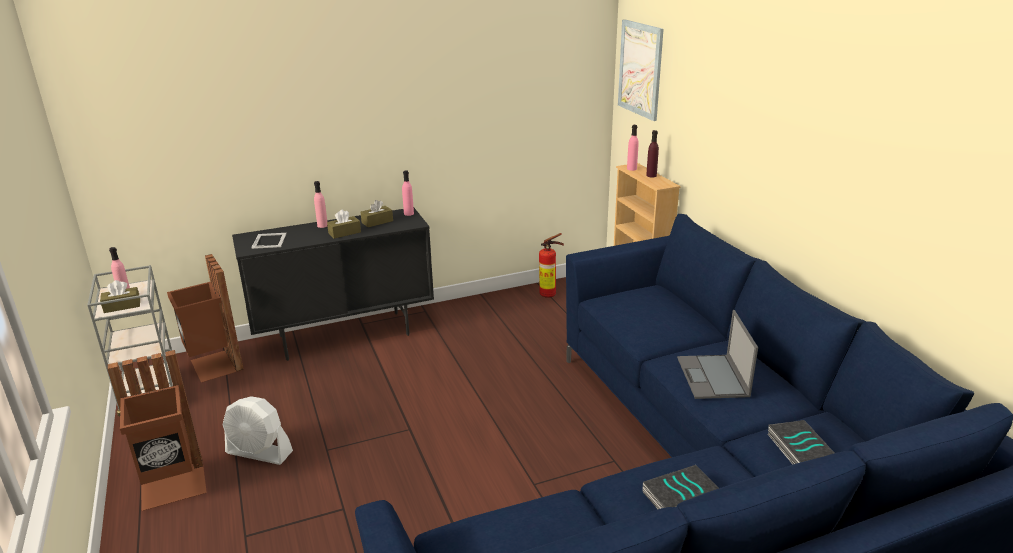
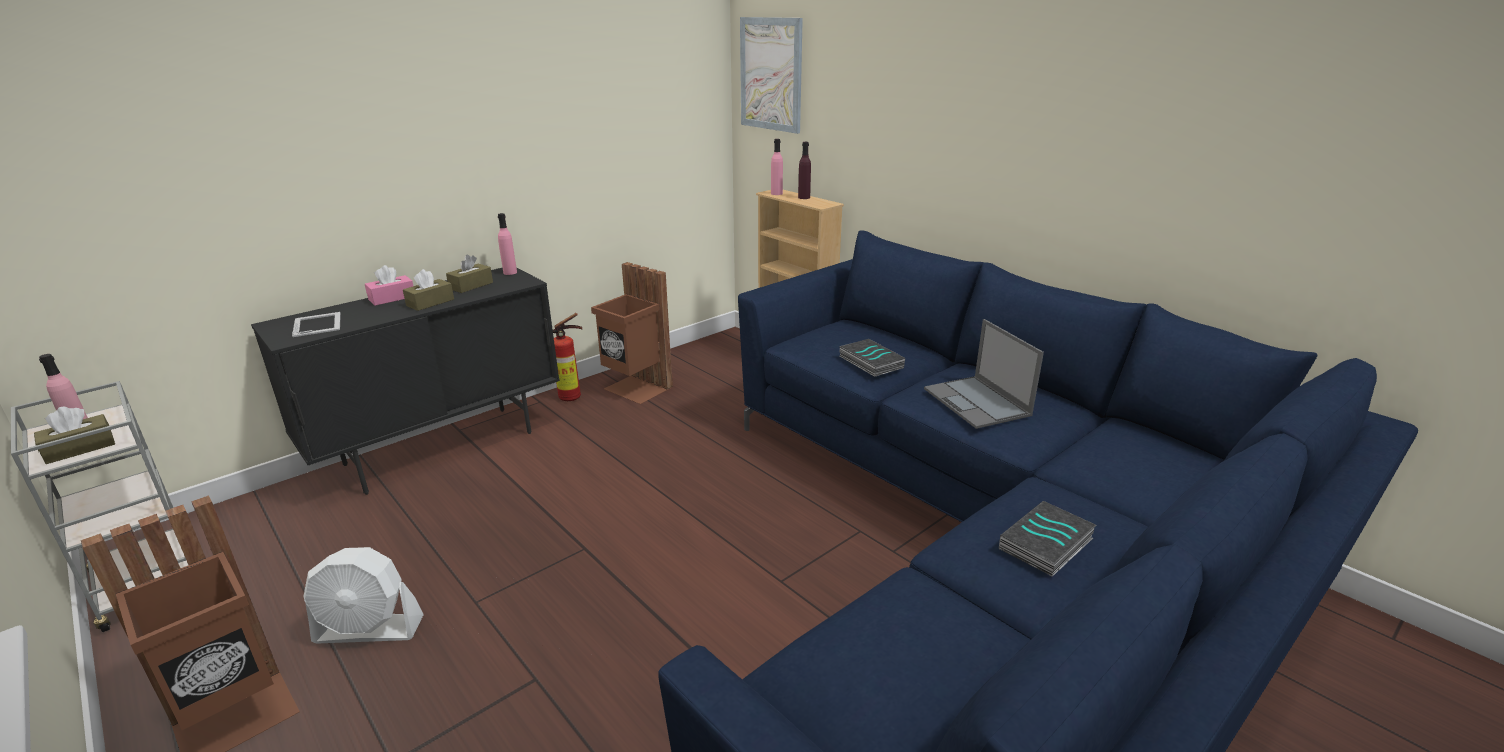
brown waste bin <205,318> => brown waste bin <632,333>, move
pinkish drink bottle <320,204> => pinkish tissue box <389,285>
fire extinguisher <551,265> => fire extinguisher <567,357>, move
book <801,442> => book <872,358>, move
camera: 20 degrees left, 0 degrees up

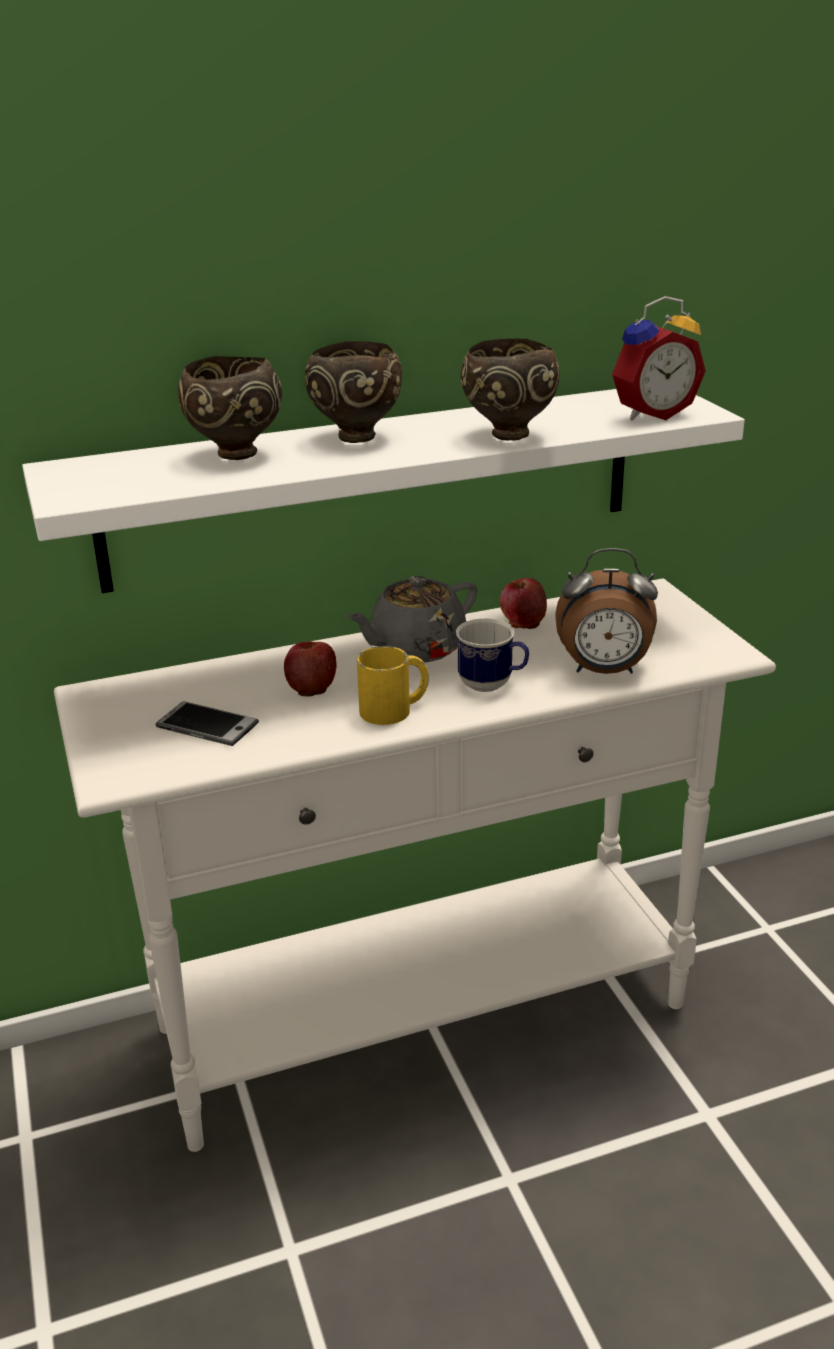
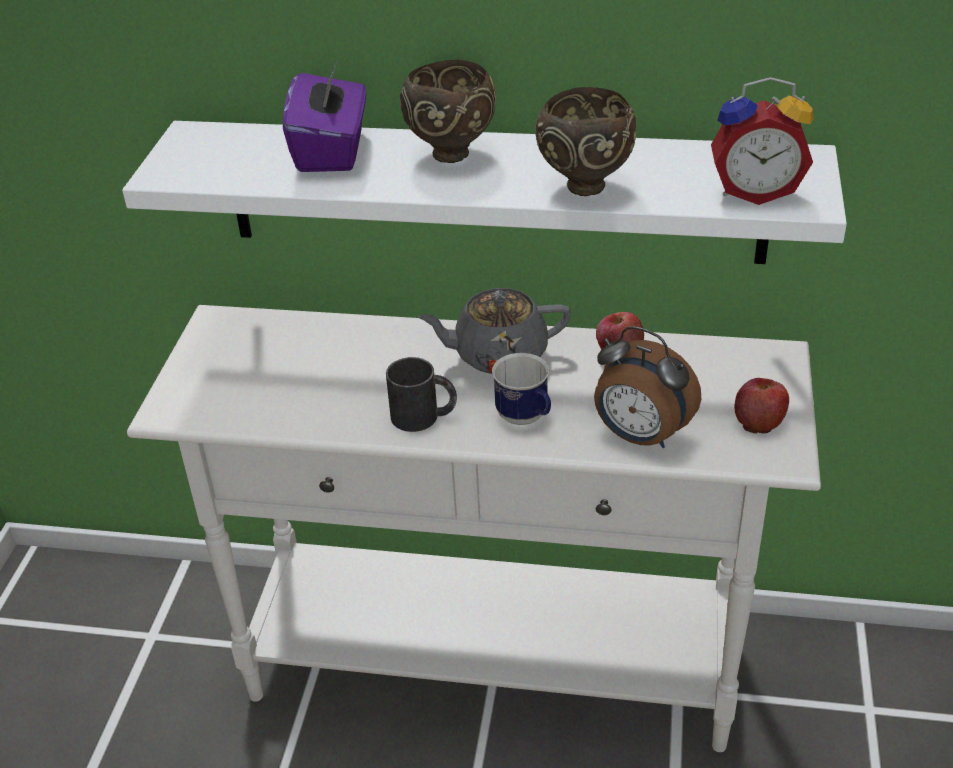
handset <207,723> => nothing
brown deep dish <230,408> => purplish tissue box <324,116>
apple fruit <310,669> => apple fruit <761,405>, move
yellow-coloured tea mug <393,685> => blackish tea mug <421,394>
camera: 30 degrees right, 10 degrees up

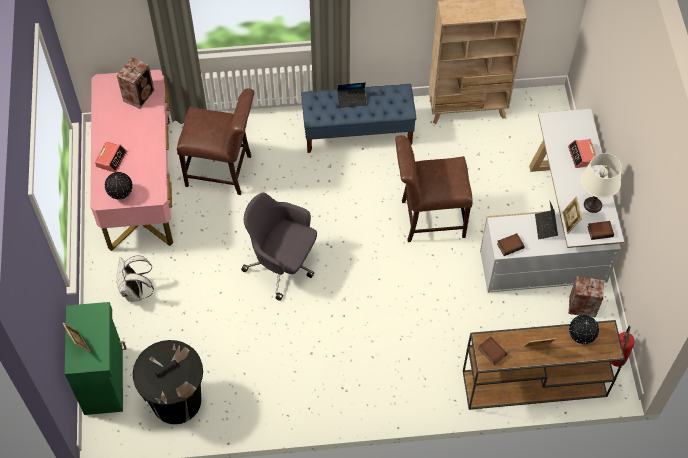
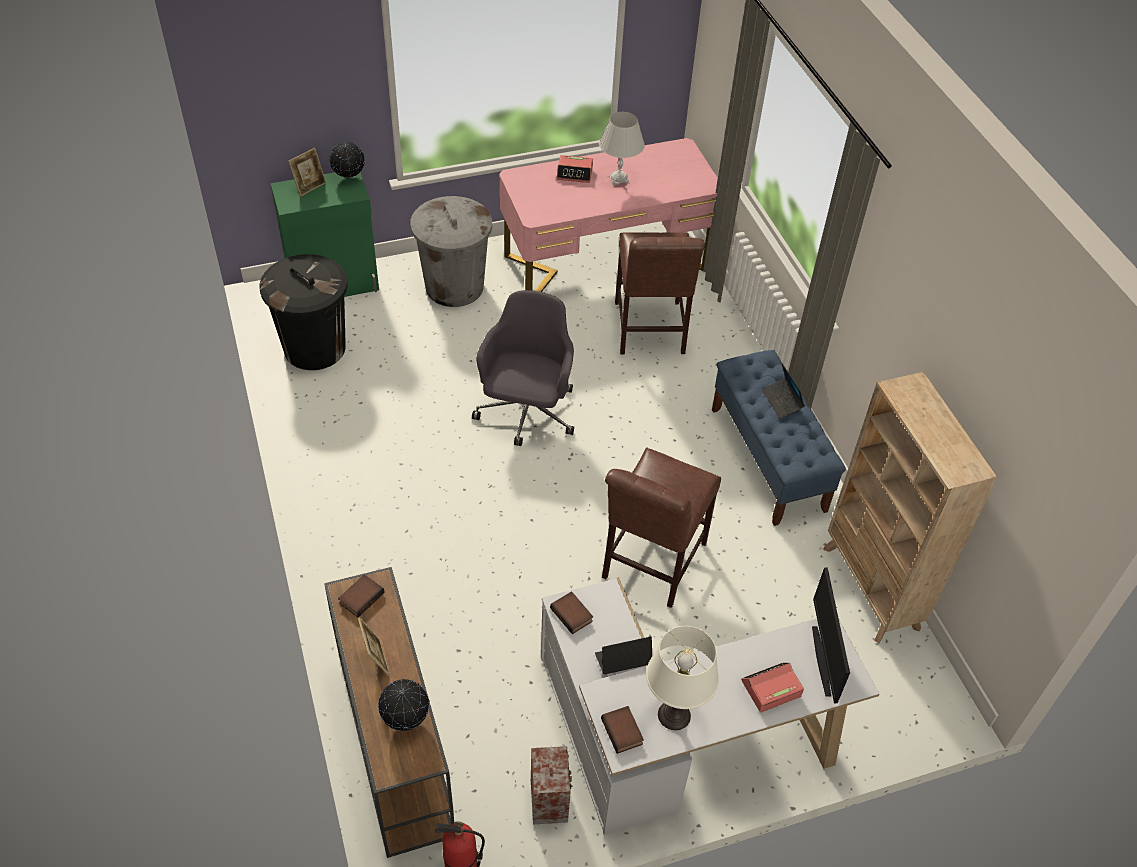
globe <119,185> => globe <347,159>, move
audio speaker <135,83> => nothing
white backpack <135,278> => greyish waste bin <451,251>
brown chair <434,188> => brown chair <661,527>, 135 degrees counterclockwise
standing frame <572,215> => nothing
nothing => white table lamp <622,149>
nothing => computer display <831,635>
camera: 75 degrees right, 10 degrees down

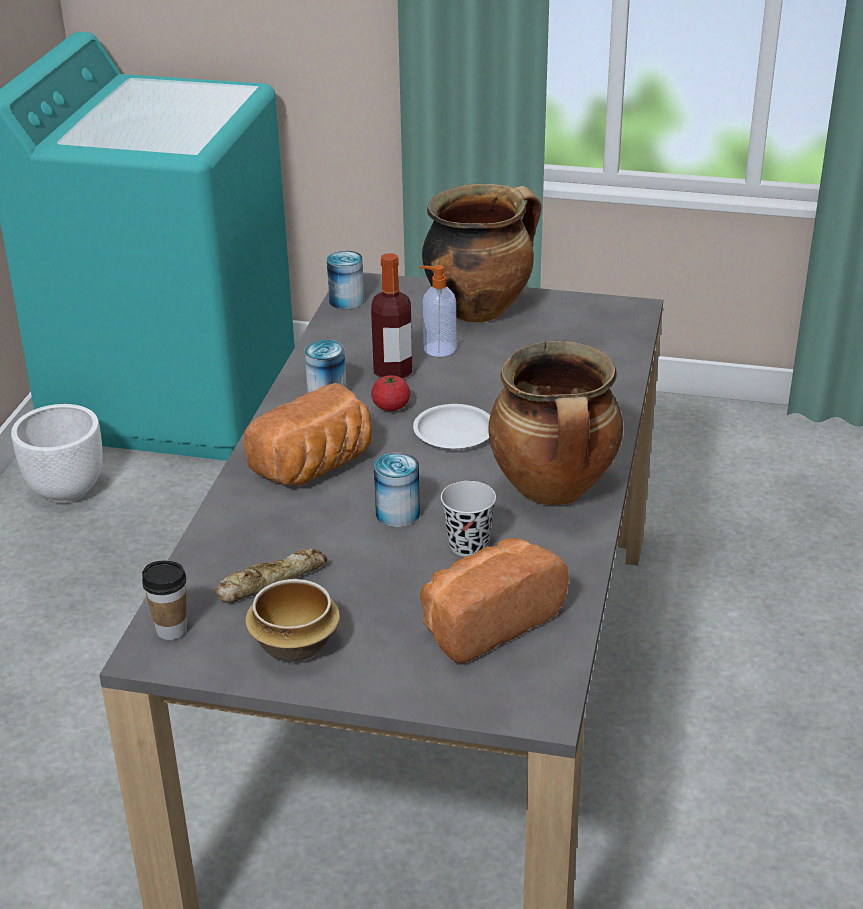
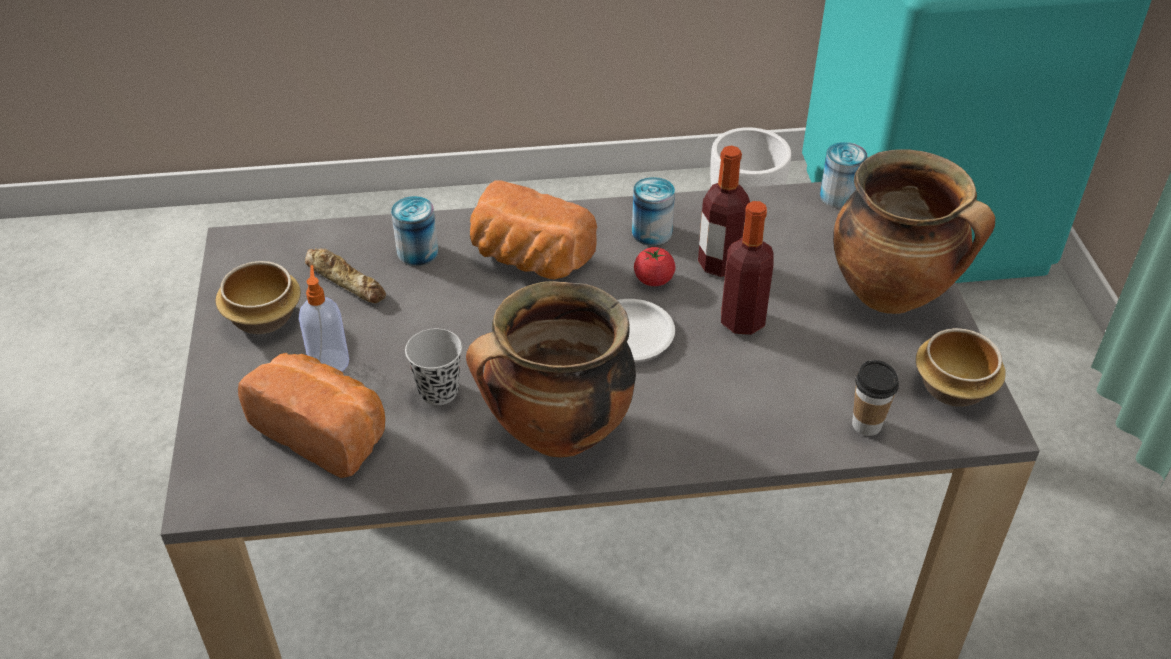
cup <164,600> => cup <875,398>, move
sealed can <397,490> => sealed can <414,231>, move
soap bottle <437,311> => soap bottle <324,318>, move
nothing => drink bottle <747,268>
nothing => deep dish <961,367>
camera: 70 degrees right, 10 degrees up

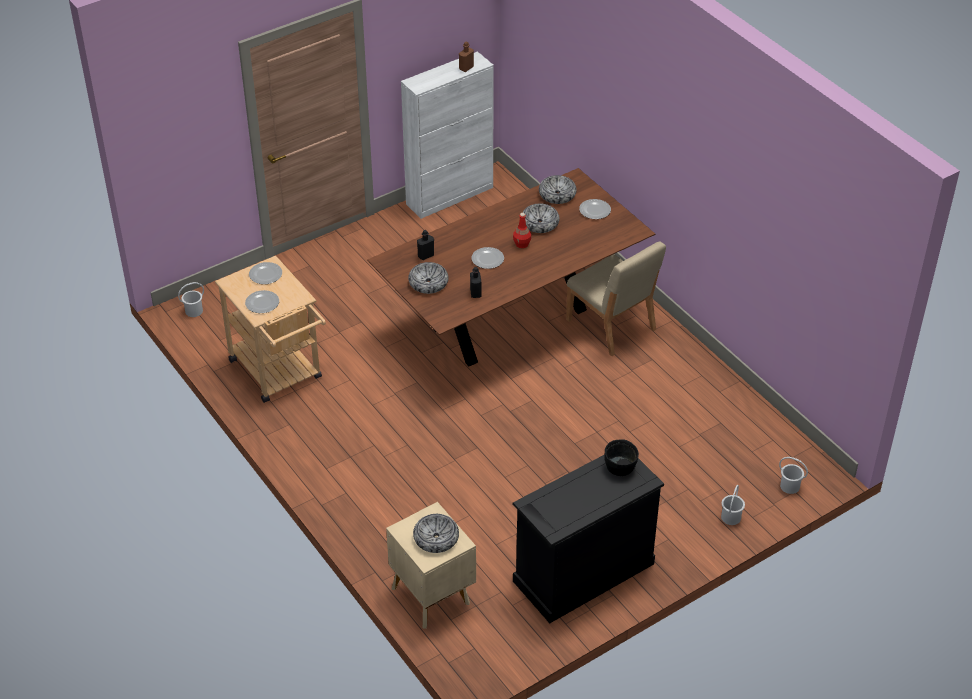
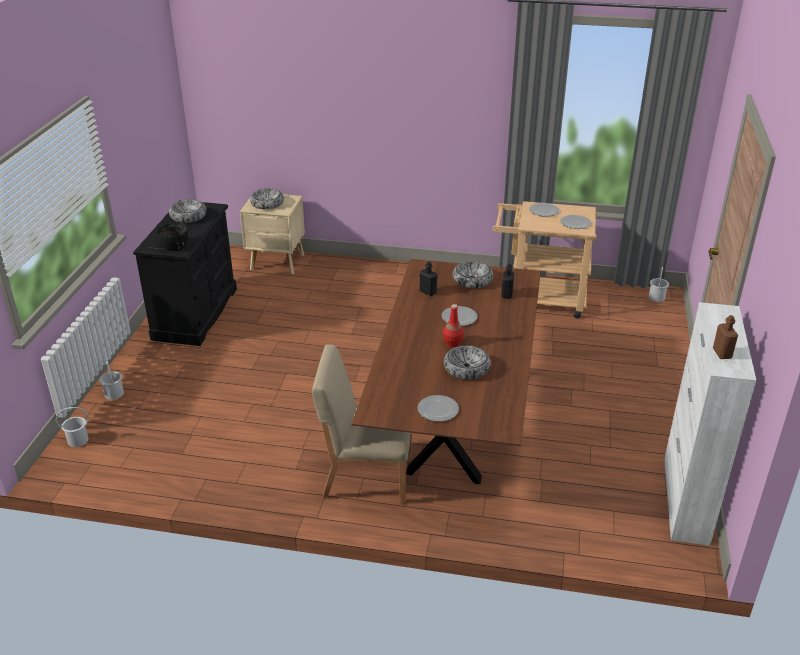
deep dish <558,189> => deep dish <188,211>, move
camera: 135 degrees right, 10 degrees down

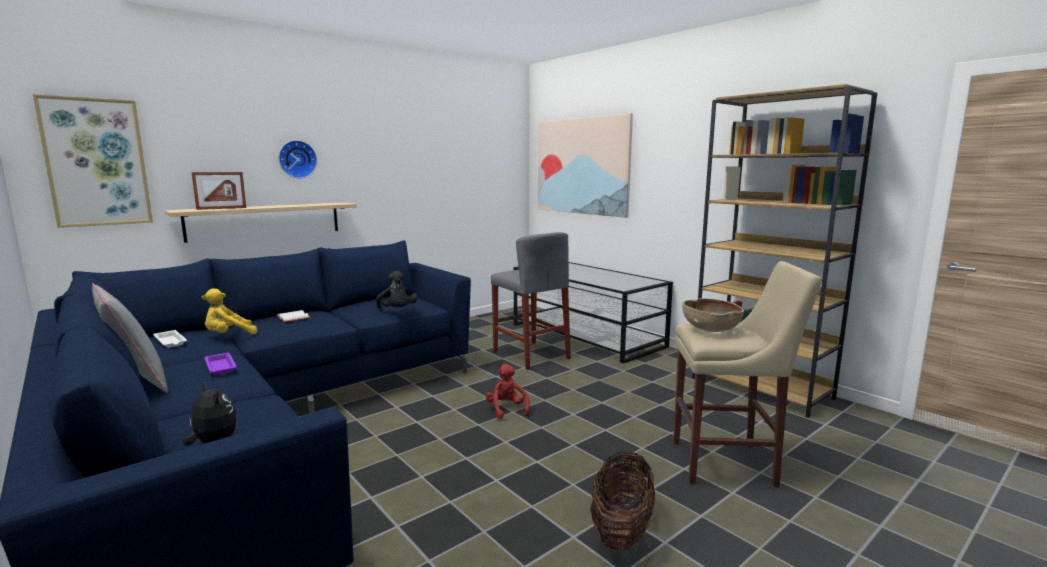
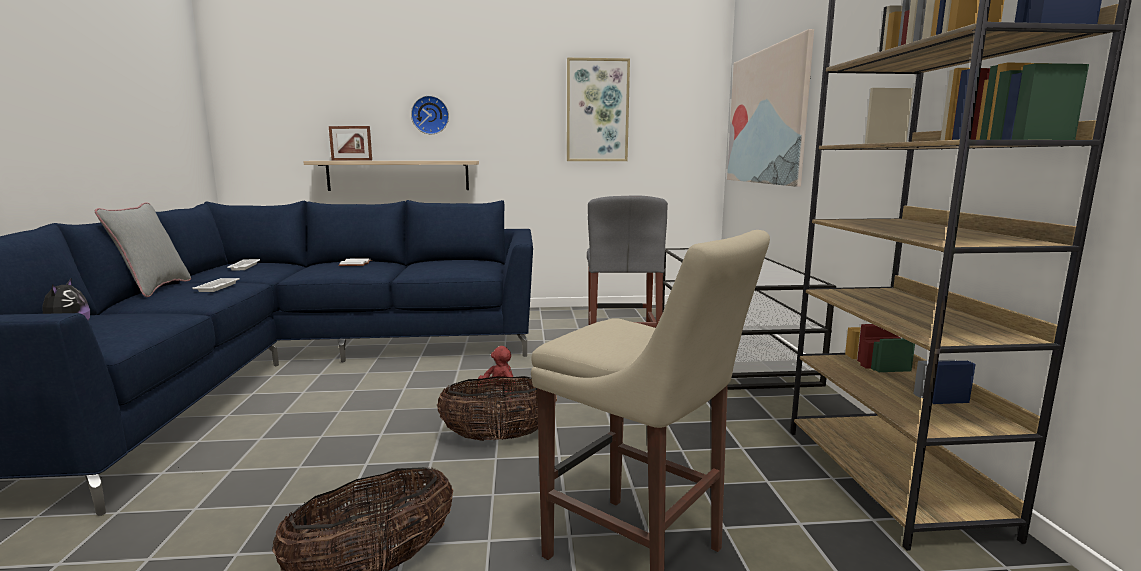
picture <93,161> => picture <598,109>, move
yellow-coloured soft toy <229,311> => nothing
purplish carrying tray <220,364> => white carrying tray <216,285>
blackish soft toy <397,289> => nothing
brown deep dish <713,315> => nothing
nothing => household basket <497,408>
camera: 35 degrees right, 0 degrees up

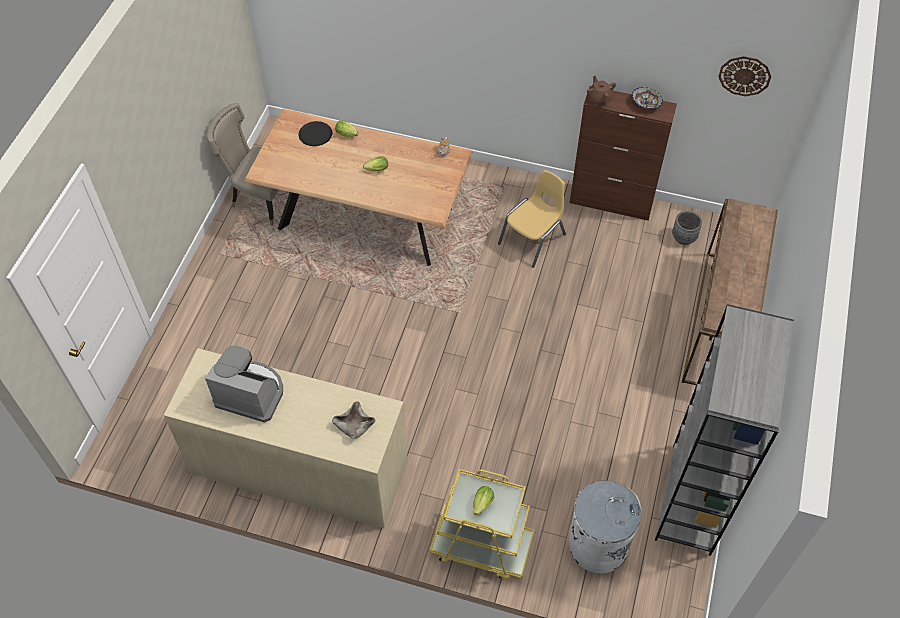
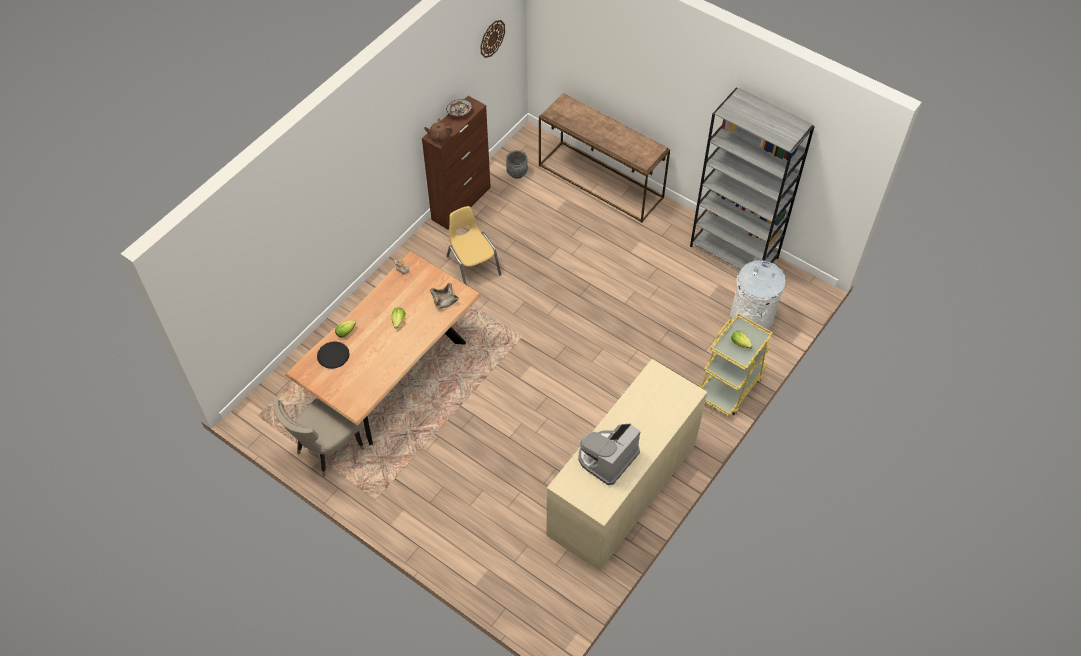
sand-coloured deep dish <353,420> => sand-coloured deep dish <444,295>, move
camera: 70 degrees left, 0 degrees up

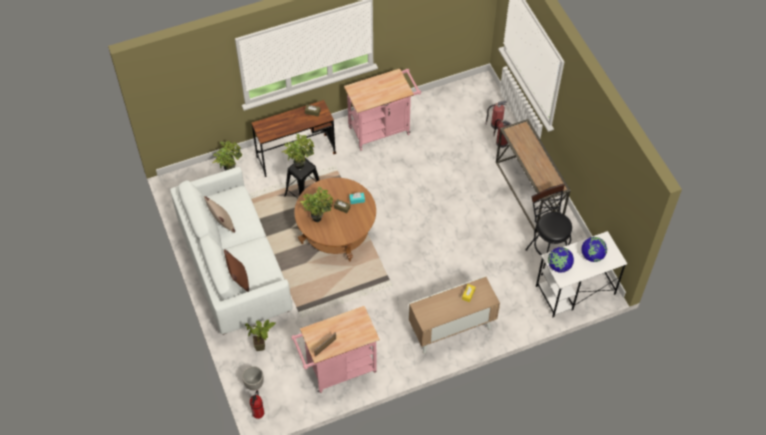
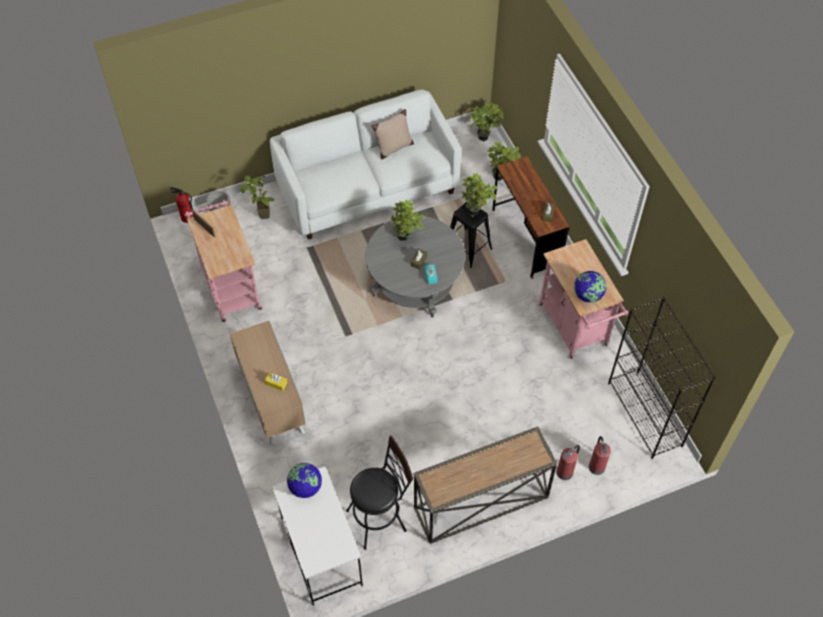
brown throw pillow <236,270> => nothing
brown lounge table <335,219> => greyish lounge table <415,267>
globe <594,249> => globe <590,287>, move
nothing => potted plant <485,121>
nothing => blackish shelving unit <661,378>
camera: 90 degrees right, 0 degrees up

